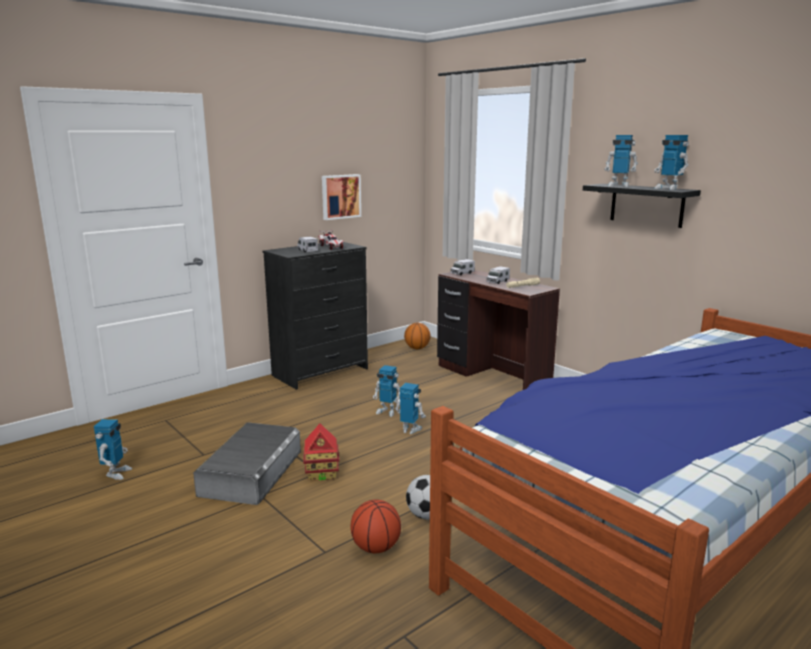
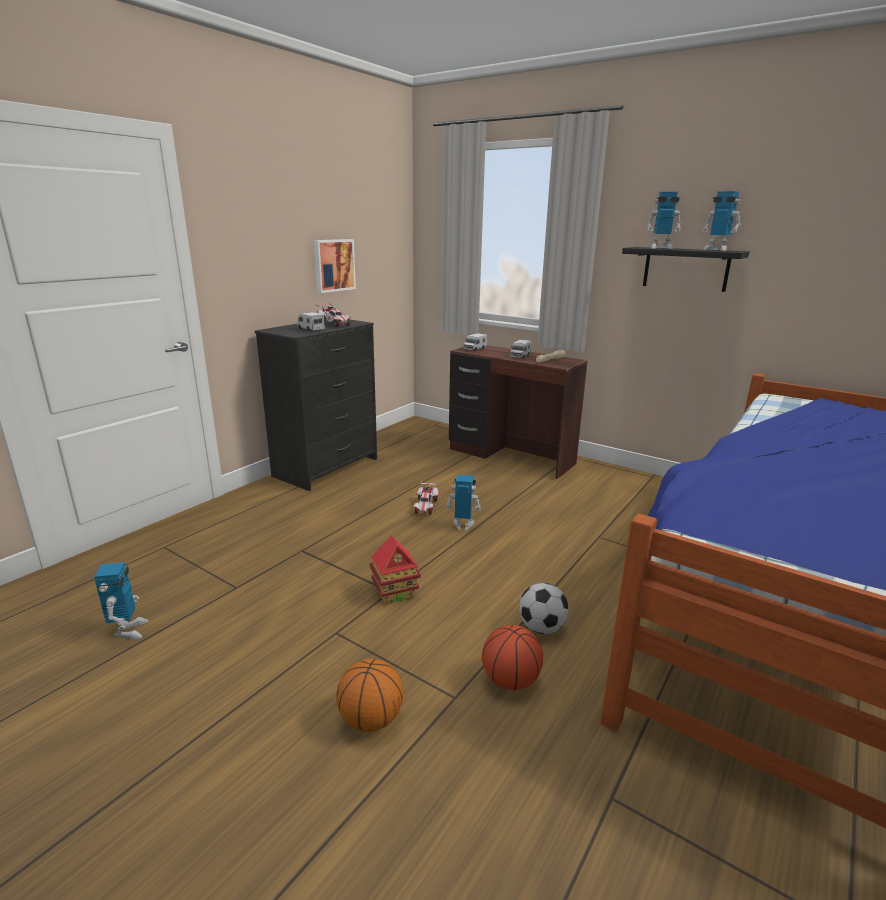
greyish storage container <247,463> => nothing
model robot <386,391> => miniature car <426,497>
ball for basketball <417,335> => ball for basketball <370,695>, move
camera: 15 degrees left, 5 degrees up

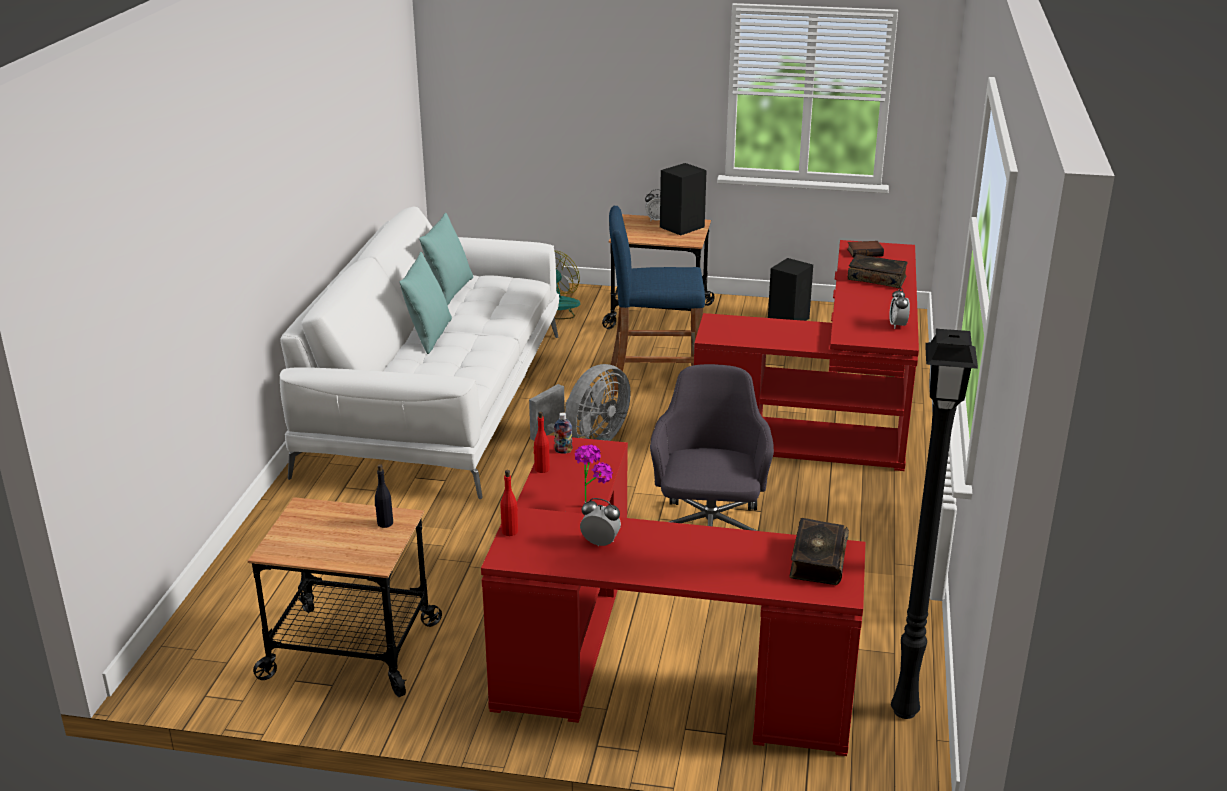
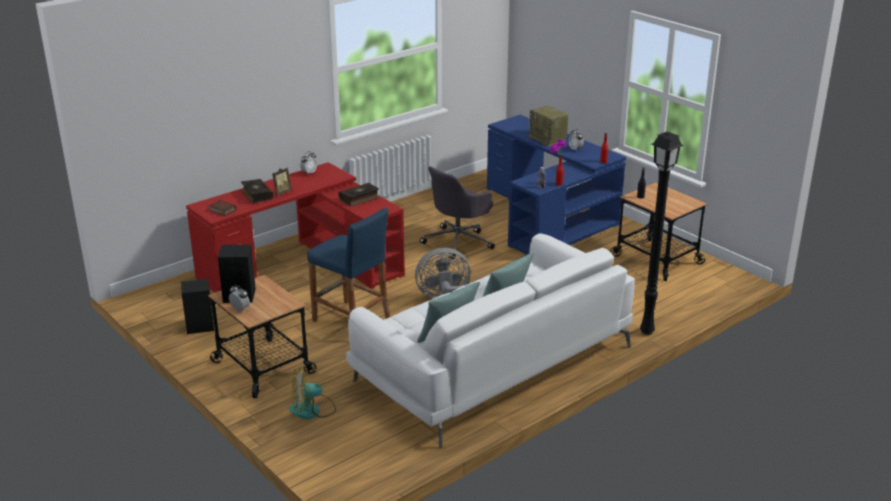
red-coloured desk table <673,595> => blue desk table <556,185>
book <819,551> => book <359,194>, move
blackish standard lamp <934,524> => blackish standard lamp <662,233>, move
nothing => standing frame <282,182>
nothing => radio receiver <548,125>
camera: 140 degrees left, 0 degrees up

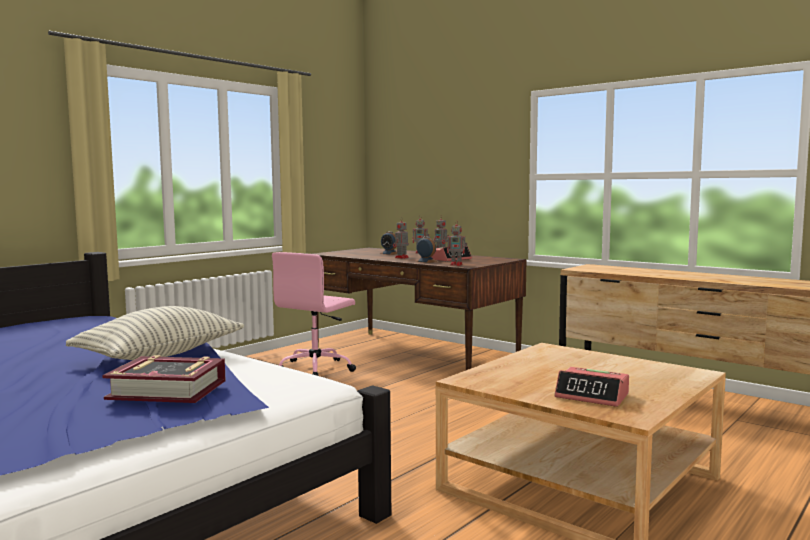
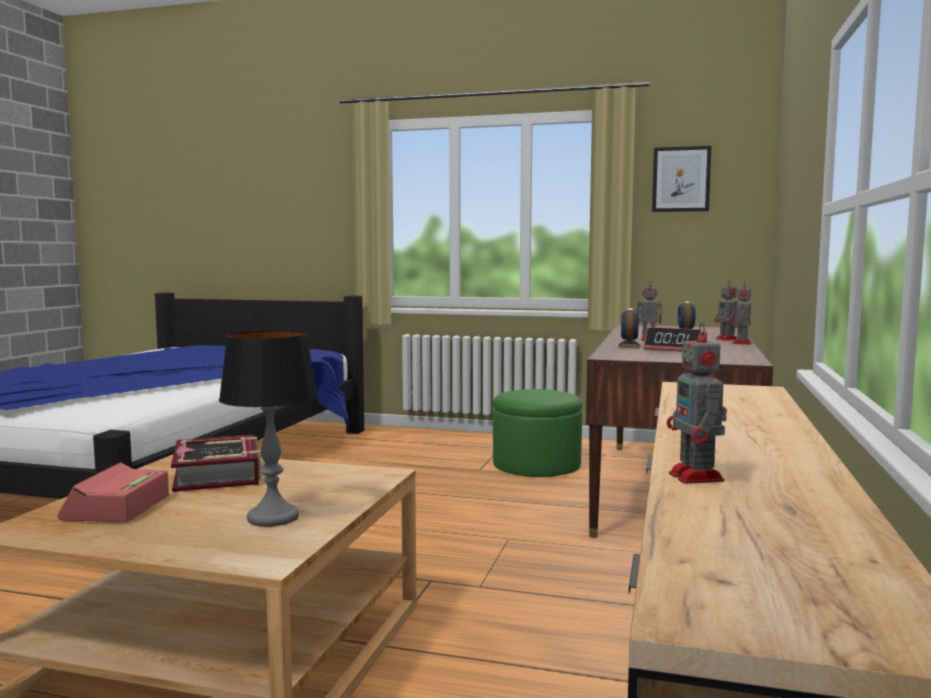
throw pillow <155,333> => nothing
book <164,379> => book <216,463>, move
pinkish office chair <314,314> => green-coloured ottoman <537,433>
model robot <457,243> => model robot <697,403>, move
nothing => table lamp <268,428>
nothing => picture <682,179>
camera: 65 degrees right, 0 degrees up

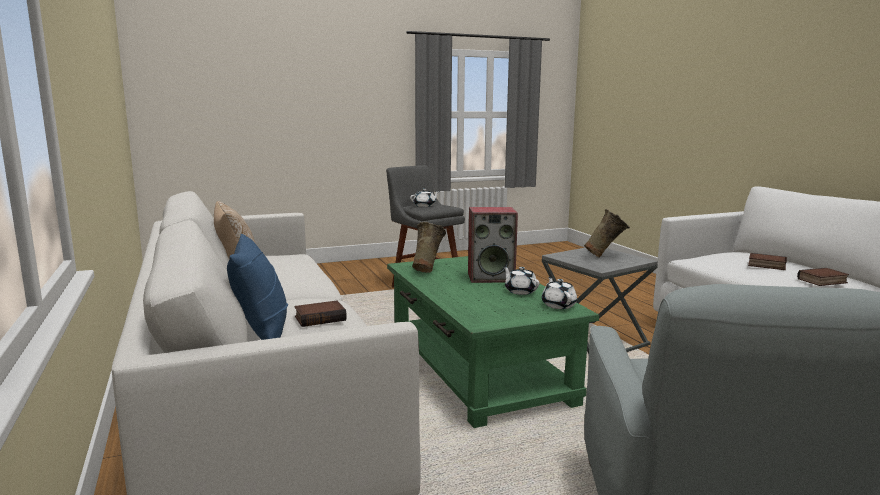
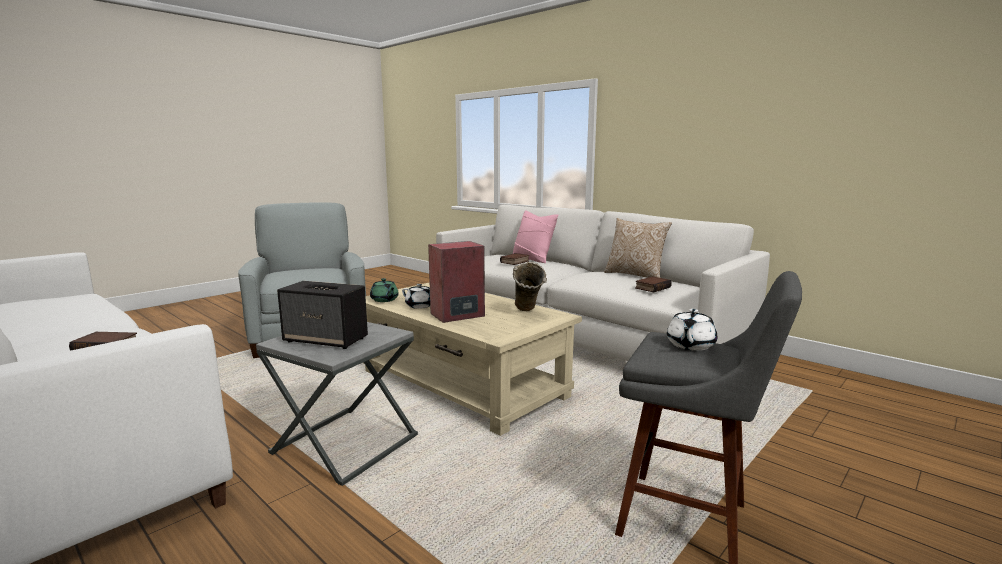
blue throw pillow <257,287> => pinkish throw pillow <535,236>
green-coloured lounge table <493,342> => sand-coloured lounge table <472,359>
white pot for tea <559,293> => green-coloured pot for tea <384,290>
sand-coloured vase <607,233> => audio speaker <322,315>
book <823,277> => book <653,284>, move
camera: 155 degrees right, 0 degrees up

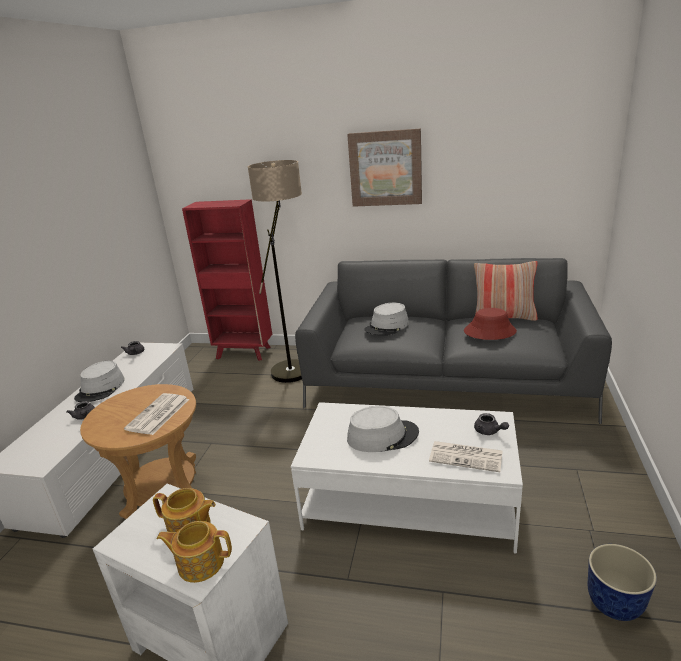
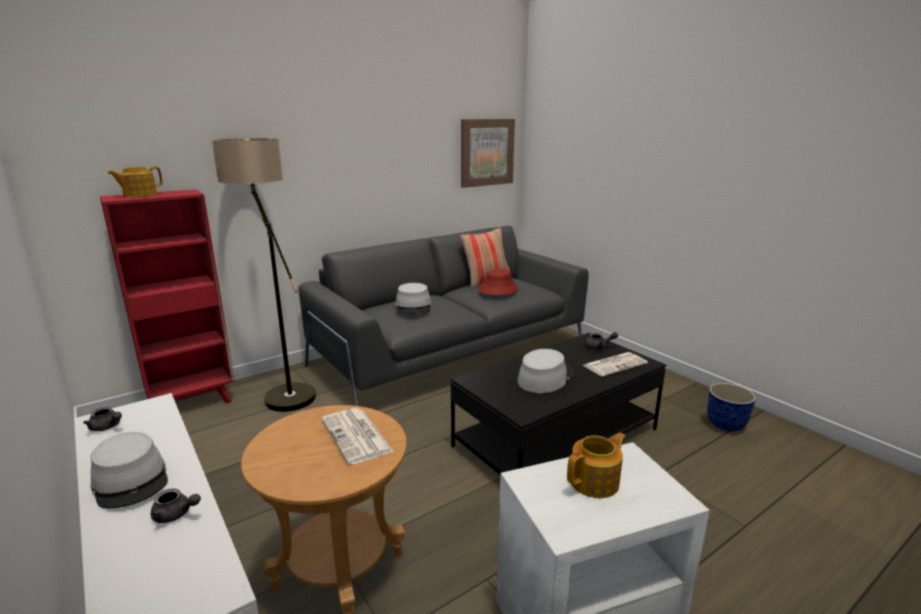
pot for tea <194,552> => pot for tea <135,182>, move
white lounge table <407,478> => blackish lounge table <558,404>
picture <384,167> => picture <488,153>, move
camera: 50 degrees left, 5 degrees down

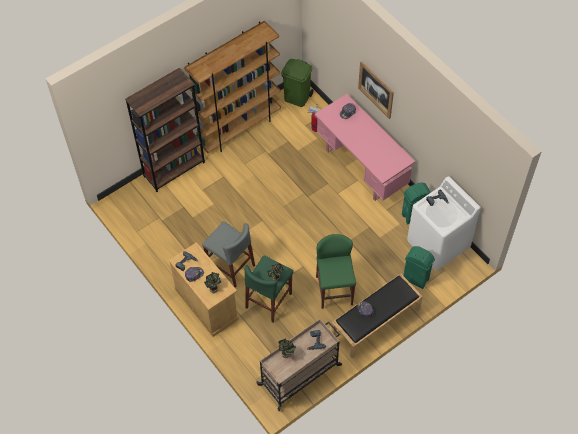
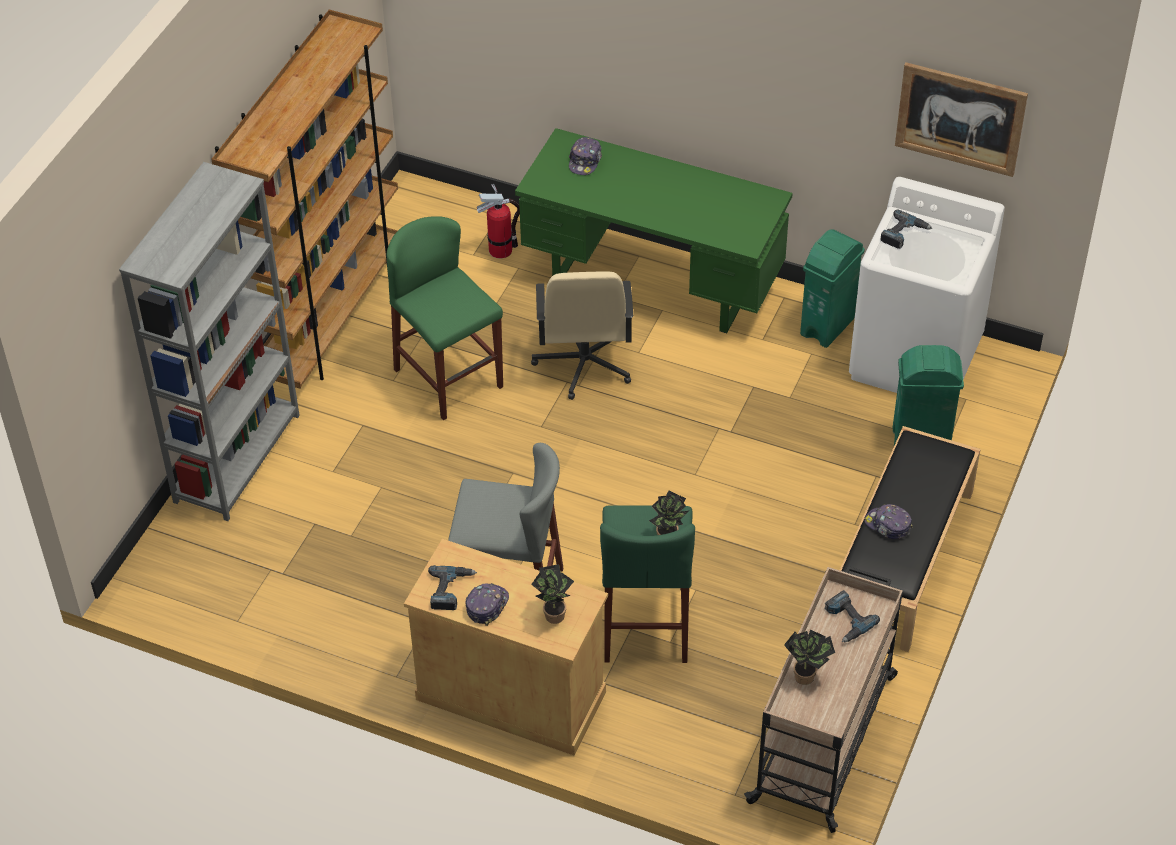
brown shelving unit <165,130> => greyish shelving unit <209,341>
green-coloured waste bin <297,83> => nothing
pinkish desk table <365,147> => green-coloured desk table <654,230>
green-coloured stool seat <336,271> => green-coloured stool seat <444,318>, move
picture <376,90> => picture <961,119>, move
nothing => sand-coloured office chair <582,335>
camera: 30 degrees left, 10 degrees down

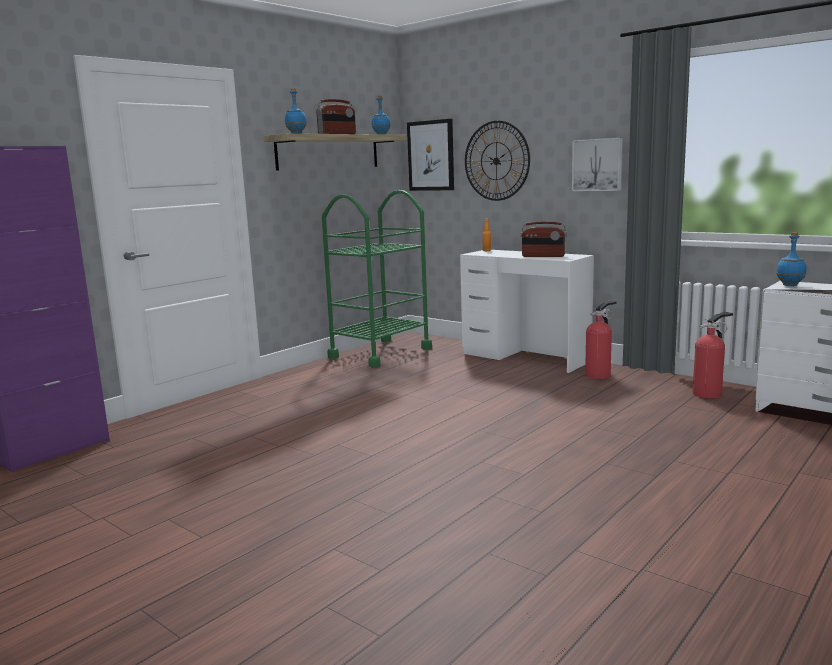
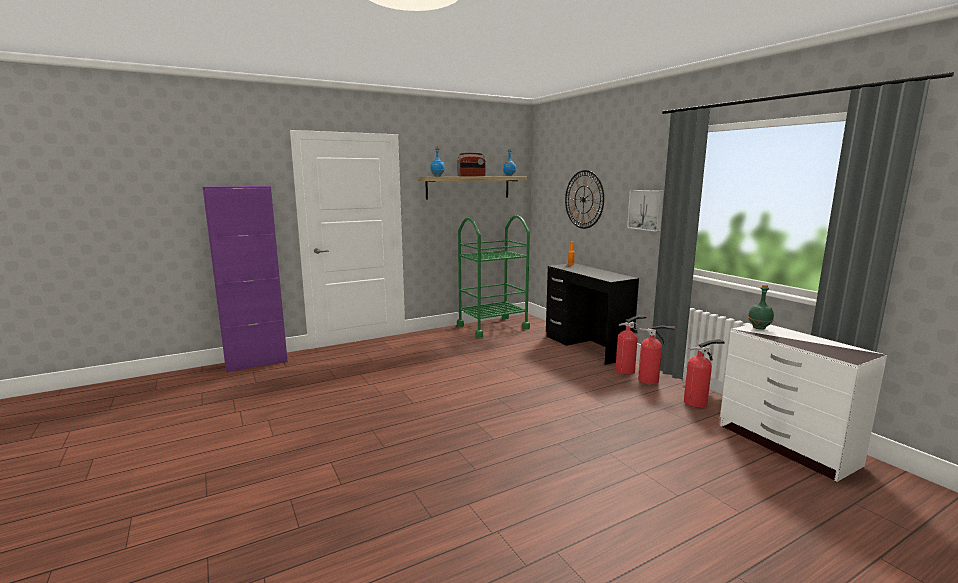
picture <430,155> => nothing
white desk table <527,311> => blackish desk table <592,314>
radio receiver <544,239> => nothing
blue drink bottle <791,259> => green-coloured drink bottle <761,307>
nothing => fire extinguisher <656,355>
camera: 20 degrees right, 0 degrees up

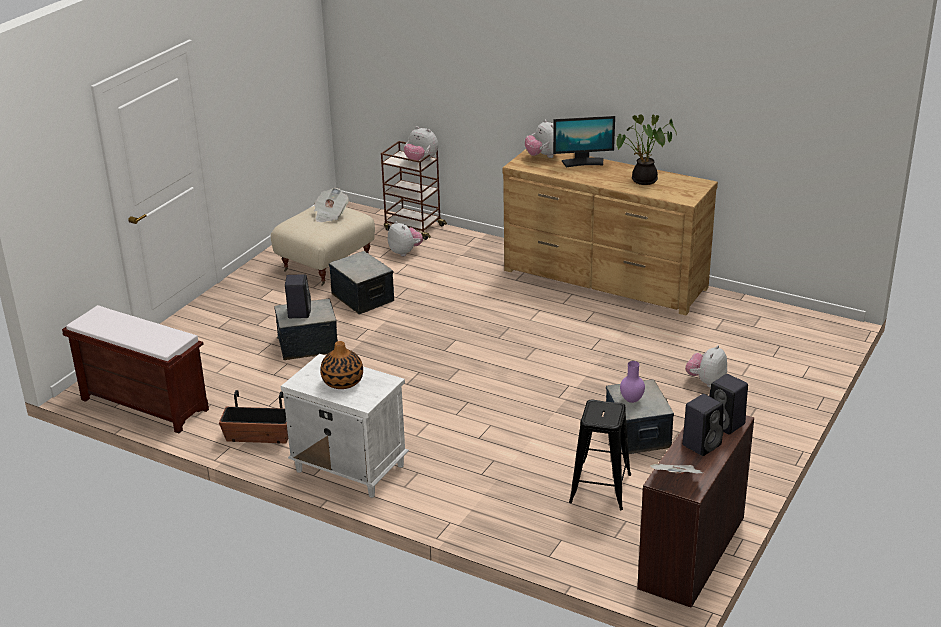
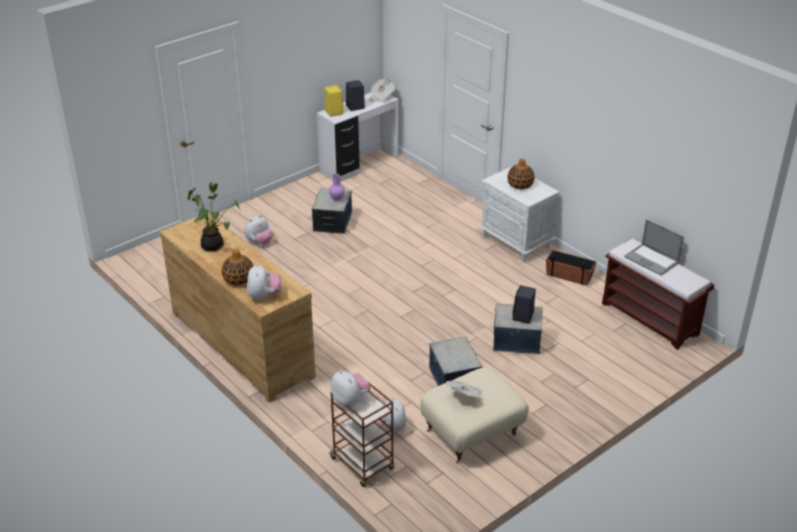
computer display <584,142> => vase <237,267>
blackish stool seat <600,454> => nothing
brown desk table <695,511> => white desk table <357,137>
blackish audio speaker <728,404> => yellow-coloured audio speaker <334,101>
nothing => portable computer <654,247>
camera: 160 degrees left, 5 degrees up

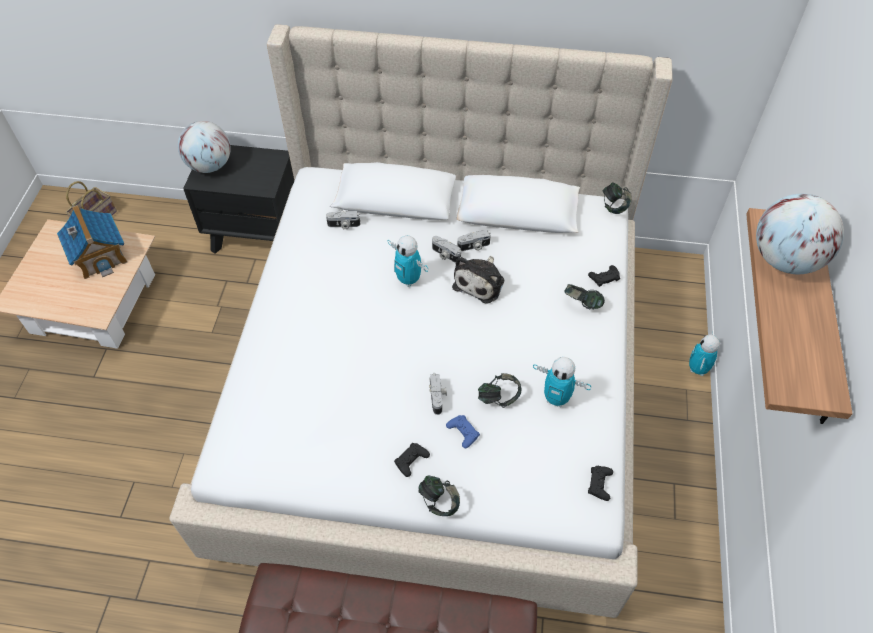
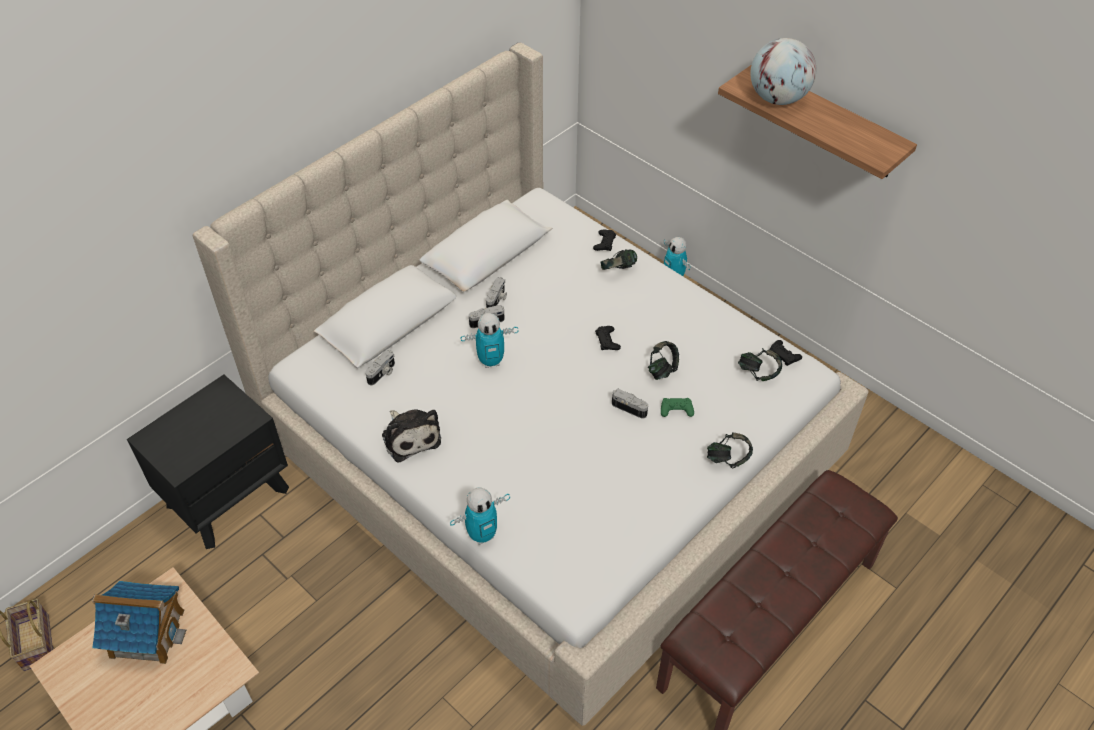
globe <204,147> => nothing
blackish gamepad <412,460> => blackish gamepad <608,338>, move
blue gamepad <463,431> => green-coloured gamepad <677,407>
soft toy <478,279> => soft toy <411,436>, move
model robot <562,382> => model robot <480,516>, move
headphones <617,198> => headphones <760,364>, move
camera: 55 degrees left, 5 degrees down

